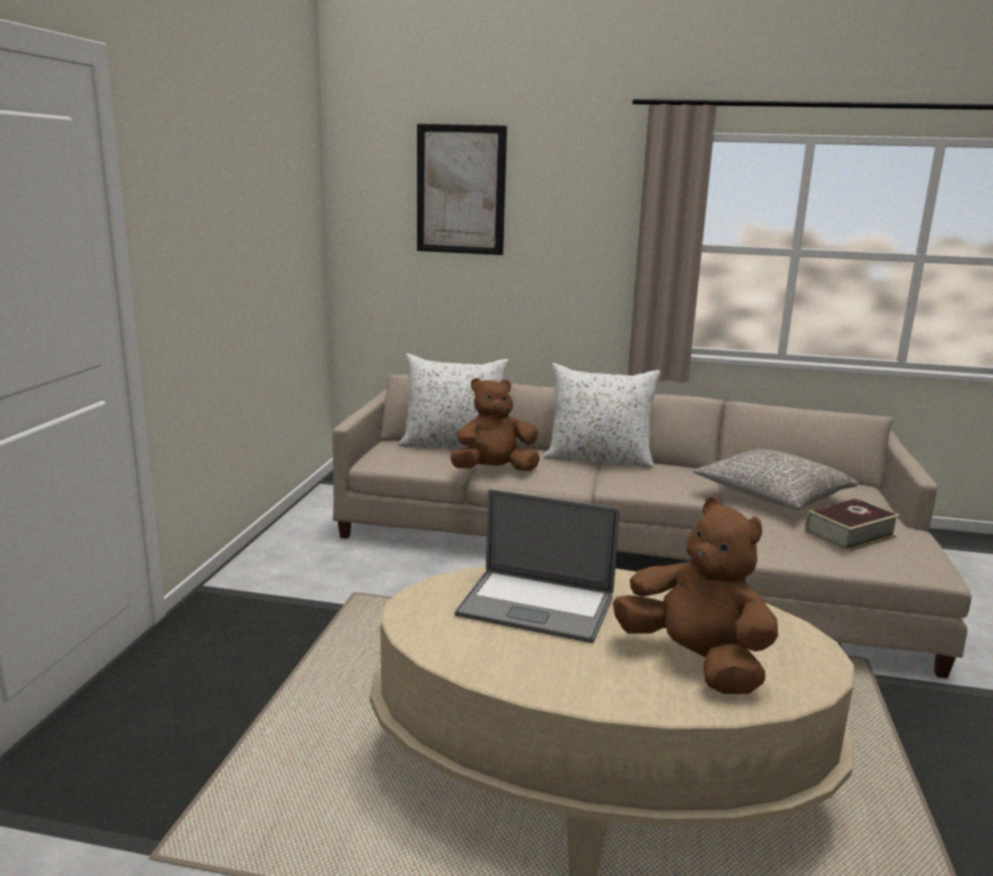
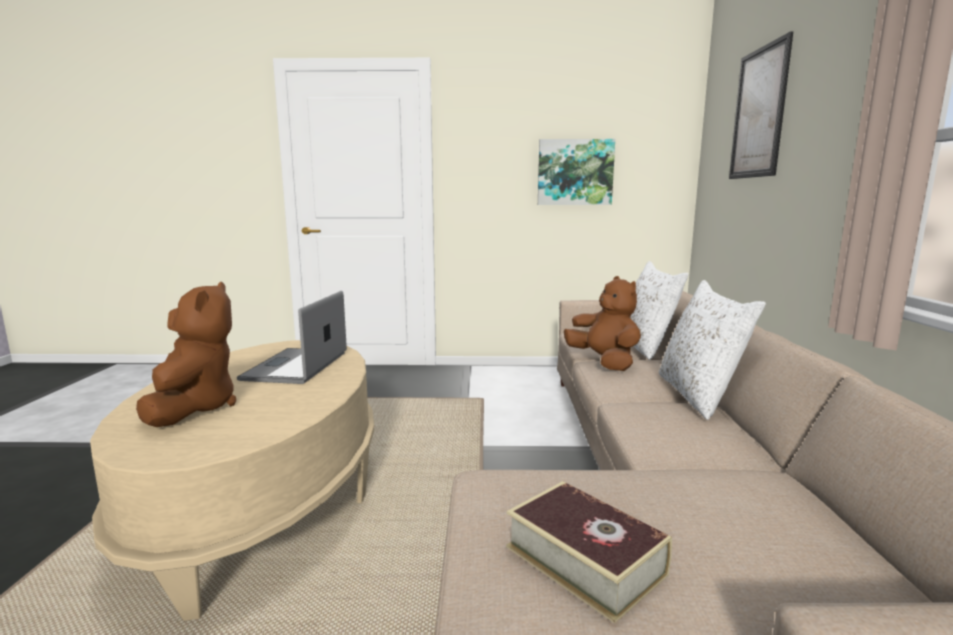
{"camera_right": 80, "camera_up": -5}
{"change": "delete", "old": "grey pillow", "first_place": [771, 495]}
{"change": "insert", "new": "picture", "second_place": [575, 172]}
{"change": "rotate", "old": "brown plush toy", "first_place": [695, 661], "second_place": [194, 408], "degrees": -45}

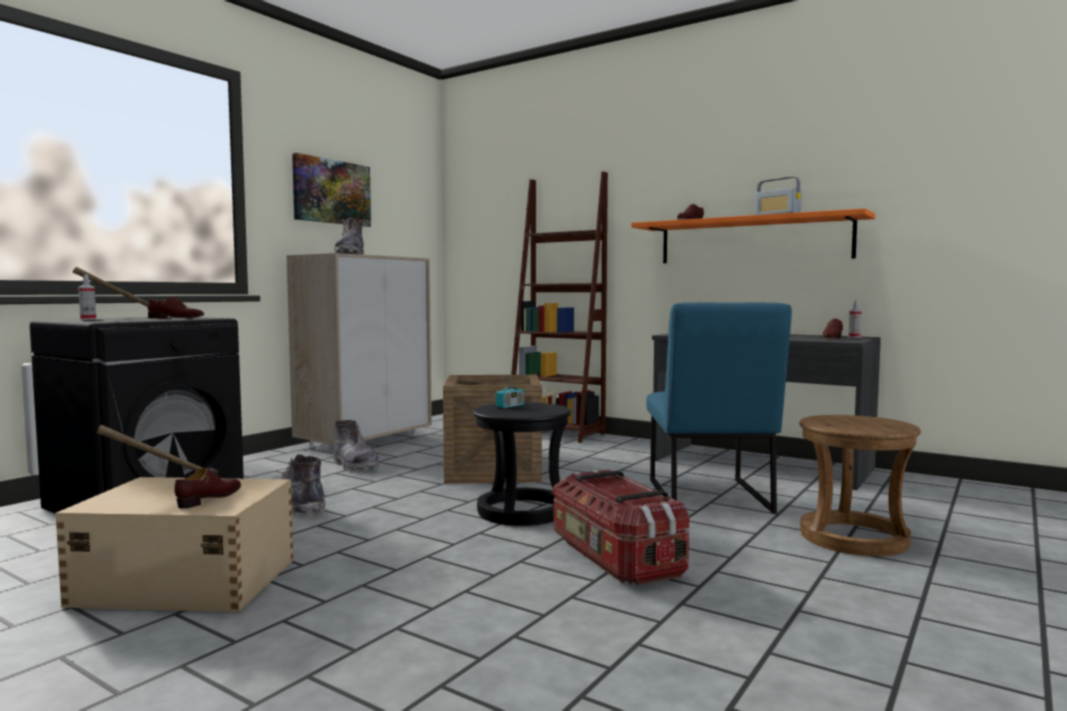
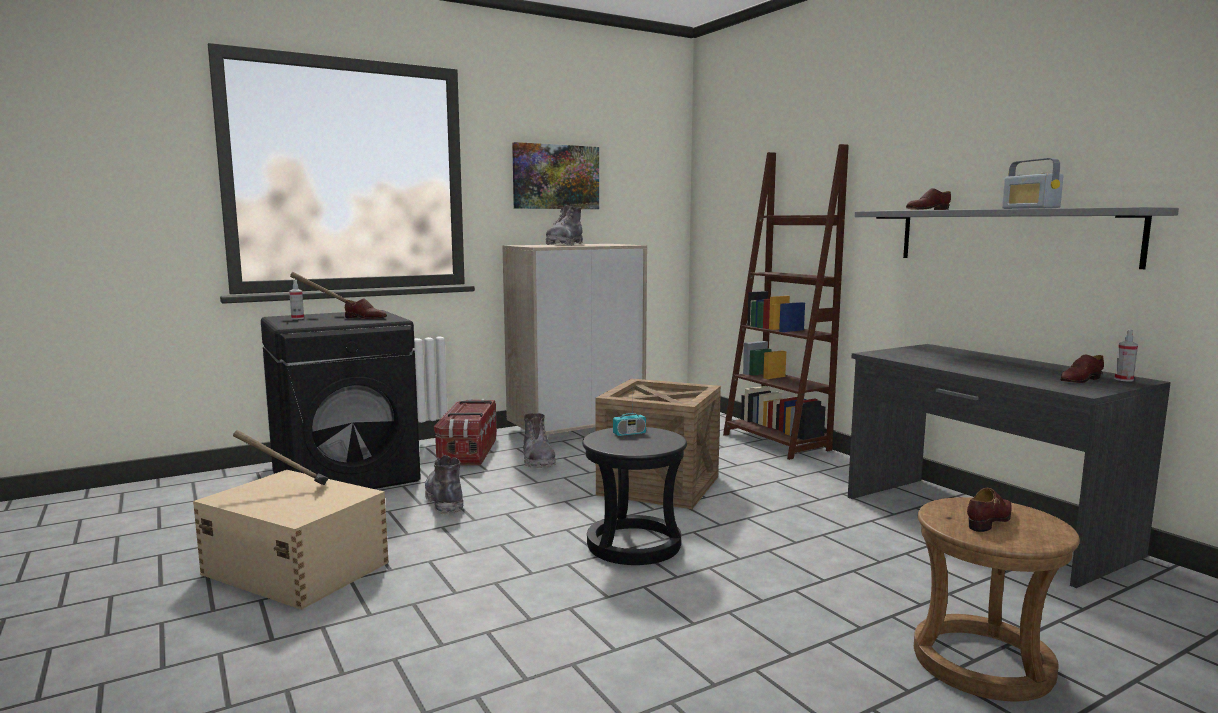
{"camera_right": 25, "camera_up": 5}
{"change": "delete", "old": "blue chair", "first_place": [708, 497]}
{"change": "move", "old": "brown shoe", "first_place": [210, 498], "second_place": [990, 520]}
{"change": "move", "old": "storage box", "first_place": [614, 557], "second_place": [468, 452]}
{"change": "recolor", "old": "orange shelf", "new": "grey shelf", "first_place": [753, 240], "second_place": [1010, 236]}

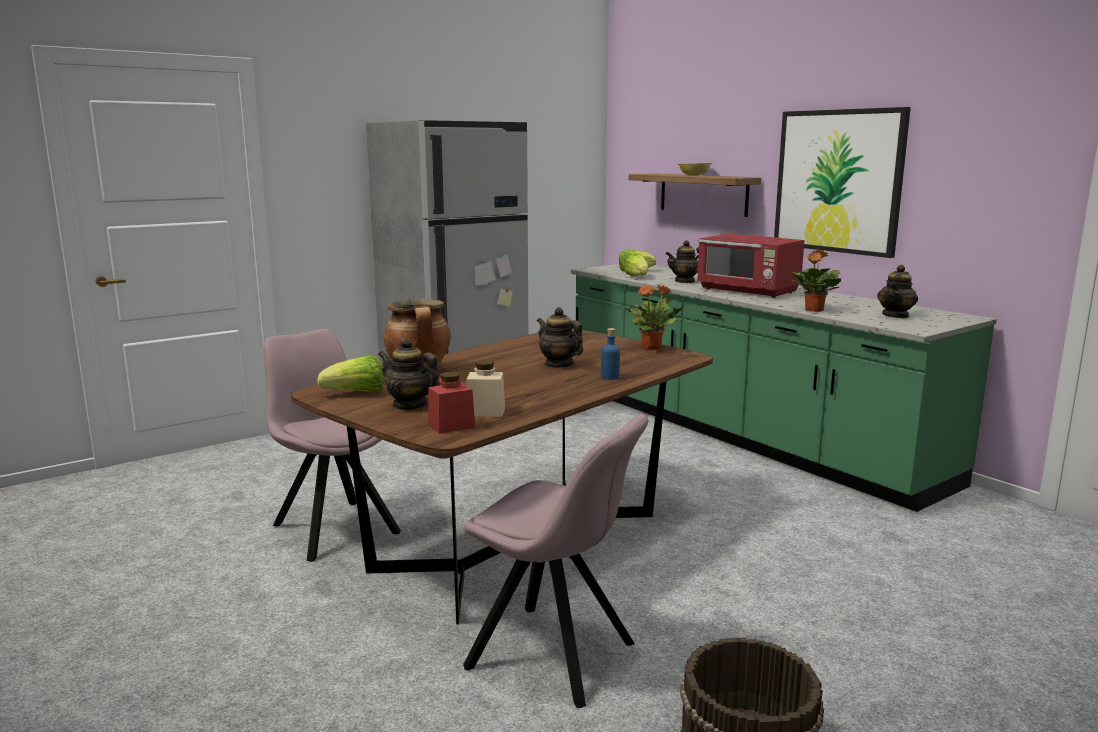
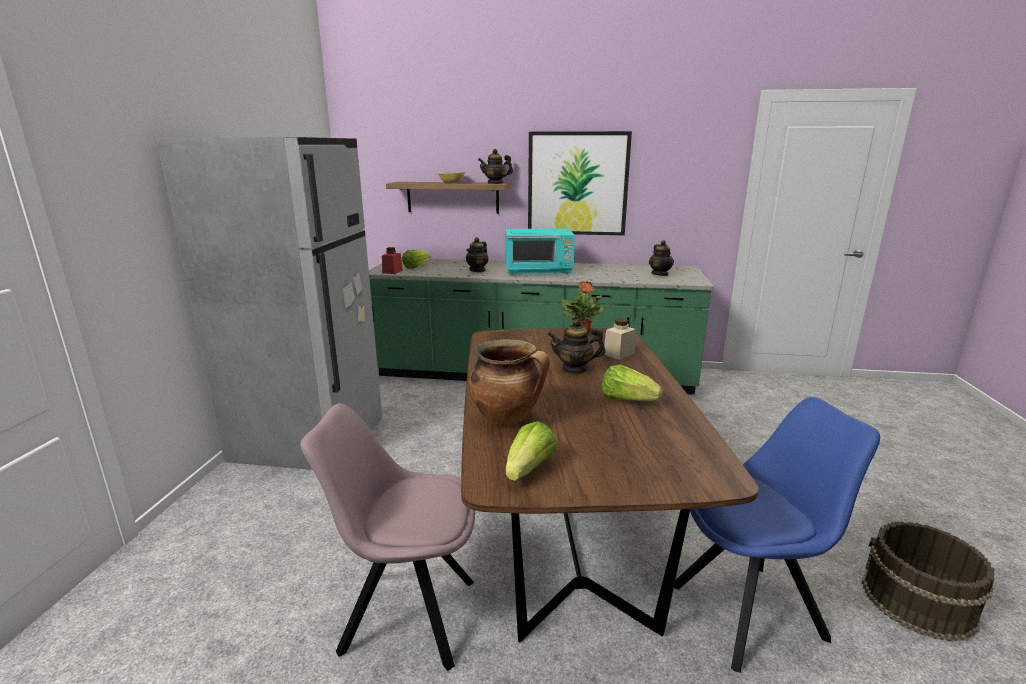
{"camera_right": -45, "camera_up": 5}
{"change": "delete", "old": "blue bottle", "first_place": [610, 377]}
{"change": "delete", "old": "potted plant", "first_place": [813, 310]}
{"change": "move", "old": "teapot", "first_place": [409, 405], "second_place": [495, 183]}
{"change": "move", "old": "red jar", "first_place": [451, 426], "second_place": [392, 271]}
{"change": "move", "old": "beige jar", "first_place": [485, 411], "second_place": [619, 354]}
{"change": "move", "old": "lettuce", "first_place": [637, 277], "second_place": [627, 400]}
{"change": "recolor", "old": "pink chair", "new": "blue chair", "first_place": [552, 655], "second_place": [749, 612]}
{"change": "recolor", "old": "red microwave", "new": "turquoise microwave", "first_place": [748, 291], "second_place": [539, 271]}

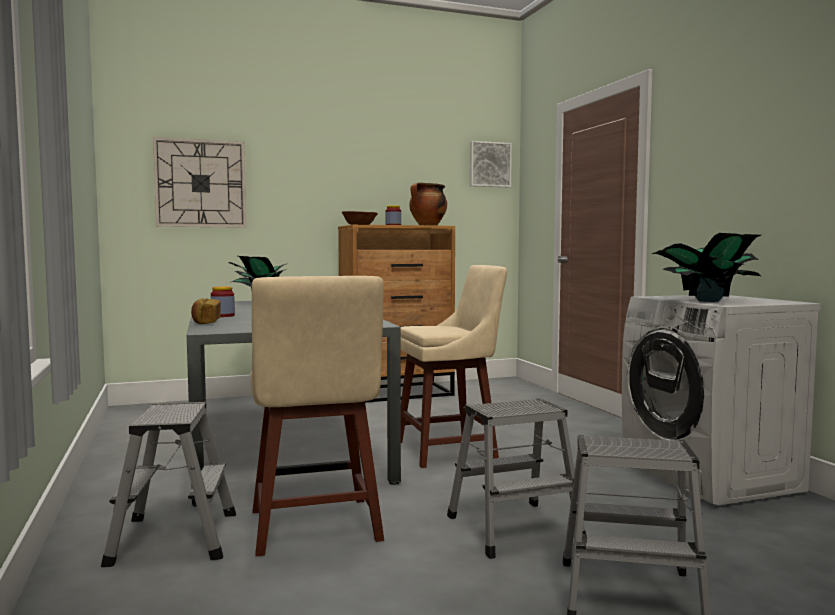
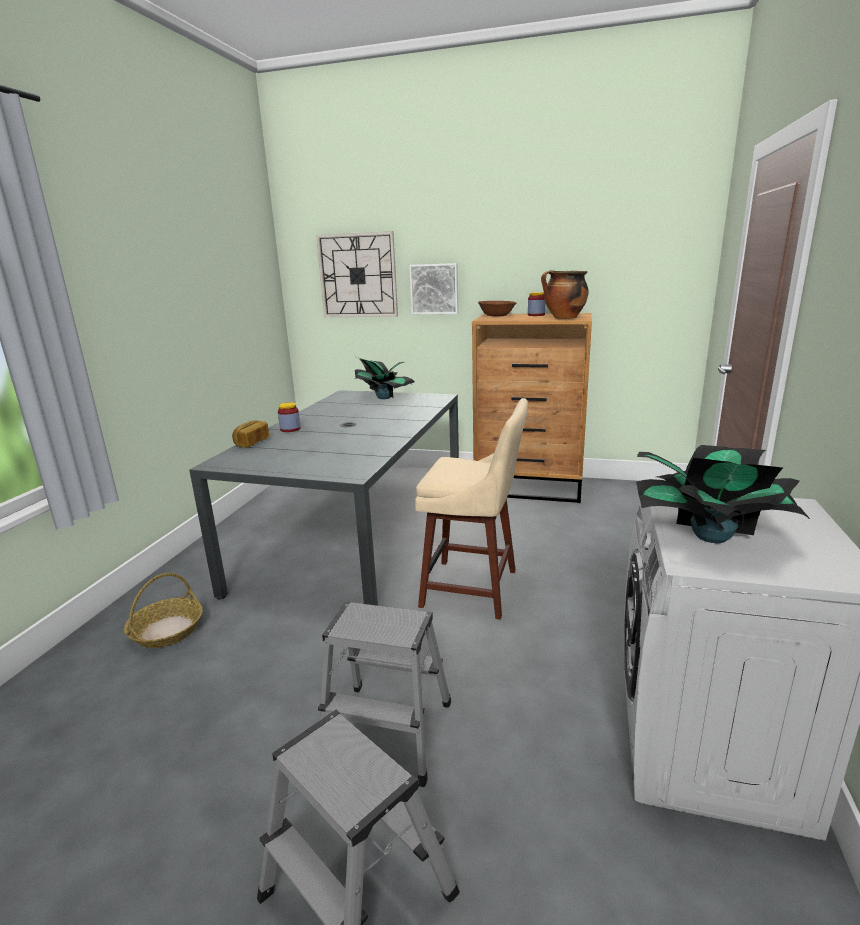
{"camera_right": 35, "camera_up": 15}
{"change": "delete", "old": "beige chair", "first_place": [315, 529]}
{"change": "move", "old": "picture", "first_place": [489, 164], "second_place": [434, 289]}
{"change": "replace", "old": "grey step ladder", "new": "basket", "first_place": [174, 537], "second_place": [167, 630]}

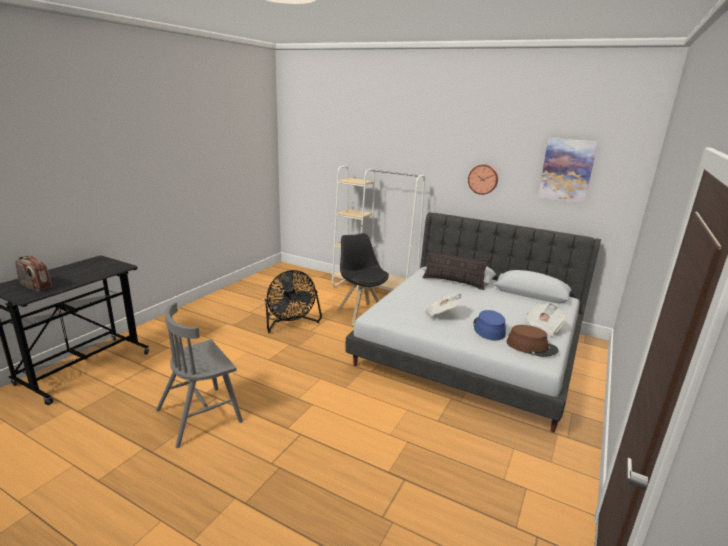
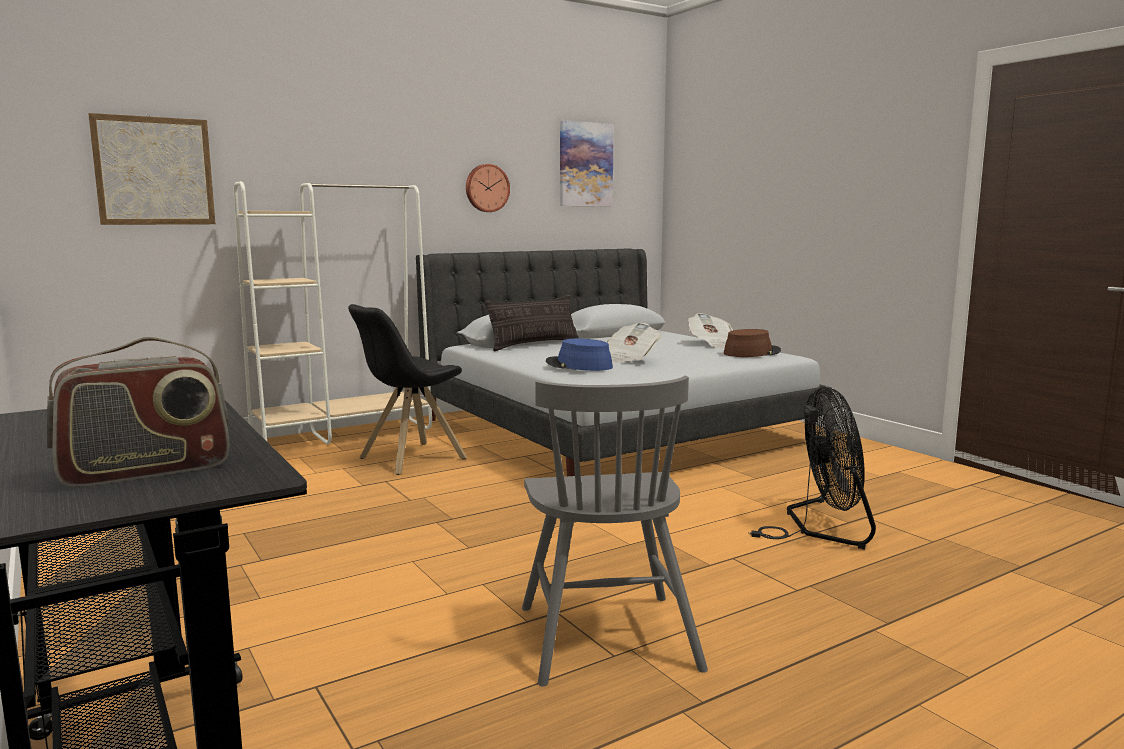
{"camera_right": -60, "camera_up": -10}
{"change": "insert", "new": "picture", "second_place": [154, 170]}
{"change": "move", "old": "black fan", "first_place": [288, 323], "second_place": [815, 525]}
{"change": "move", "old": "blue hat", "first_place": [488, 329], "second_place": [578, 365]}
{"change": "rotate", "old": "black chair", "first_place": [361, 314], "second_place": [411, 458], "degrees": -45}

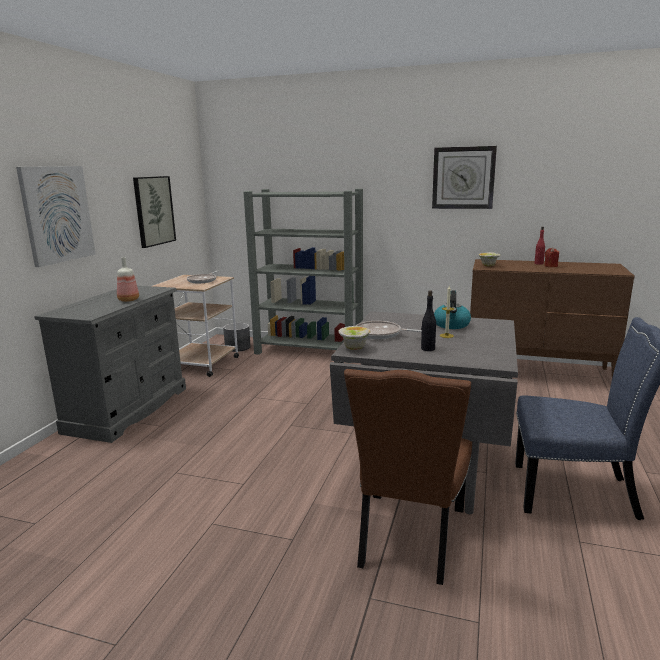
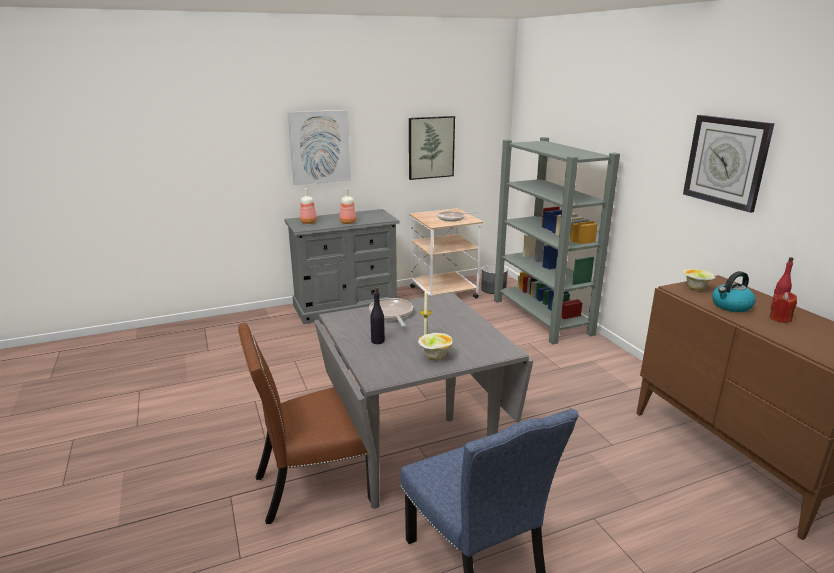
{"camera_right": 50, "camera_up": 5}
{"change": "insert", "new": "bottle", "second_place": [309, 222]}
{"change": "move", "old": "bowl", "first_place": [353, 348], "second_place": [435, 357]}
{"change": "move", "old": "kettle", "first_place": [451, 325], "second_place": [731, 306]}

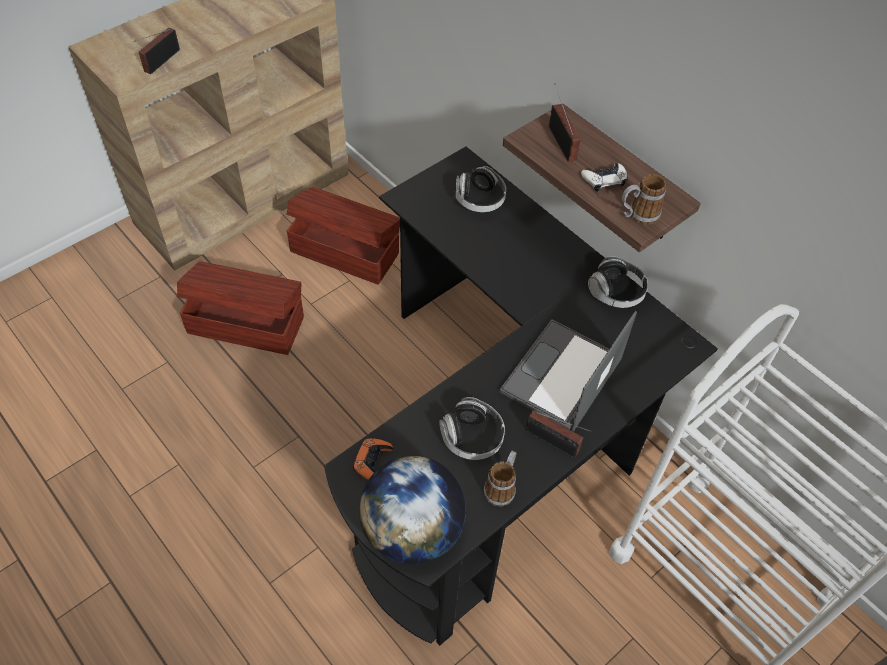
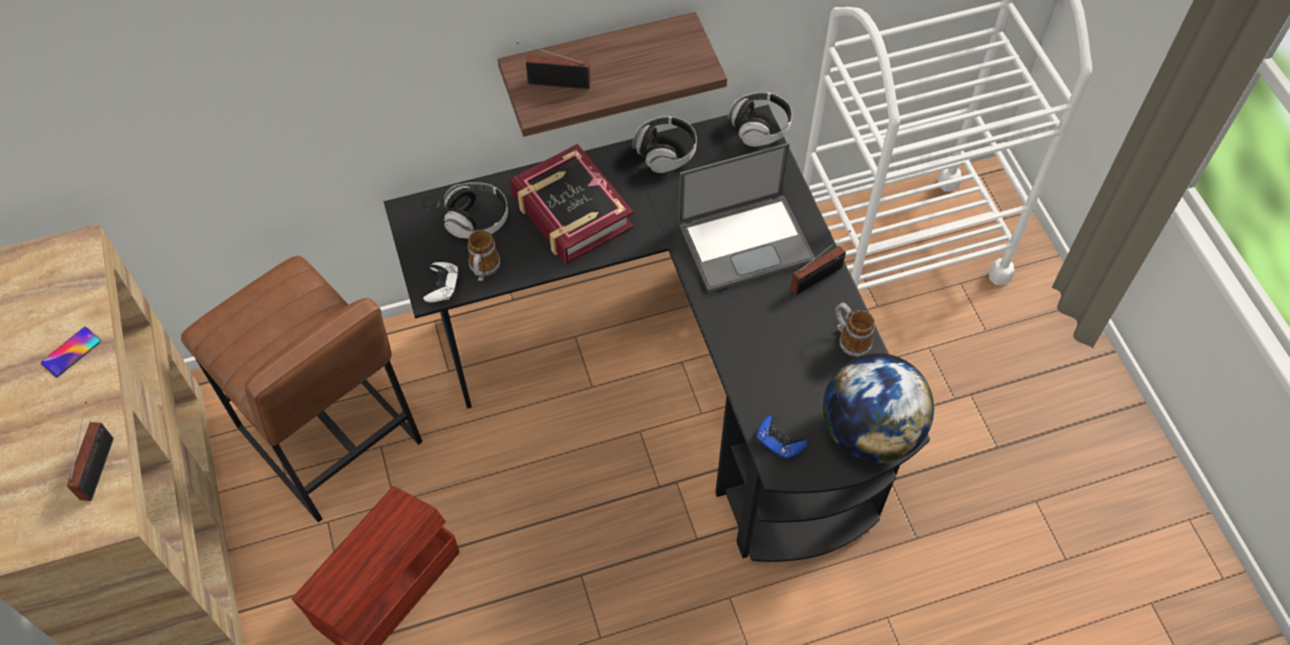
{"camera_right": -65, "camera_up": 5}
{"change": "insert", "new": "phone", "second_place": [71, 352]}
{"change": "insert", "new": "book", "second_place": [571, 212]}
{"change": "move", "old": "headphones", "first_place": [472, 437], "second_place": [760, 127]}
{"change": "move", "old": "white game controller", "first_place": [604, 179], "second_place": [442, 285]}
{"change": "move", "old": "mug", "first_place": [638, 215], "second_place": [483, 270]}
{"change": "replace", "old": "brown storage box", "new": "brown chair", "first_place": [344, 251], "second_place": [330, 436]}
{"change": "recolor", "old": "orange game controller", "new": "blue game controller", "first_place": [372, 461], "second_place": [779, 441]}
{"change": "rotate", "old": "radio", "first_place": [160, 62], "second_place": [99, 465], "degrees": -135}
{"change": "rotate", "old": "laptop", "first_place": [561, 376], "second_place": [746, 241], "degrees": -75}

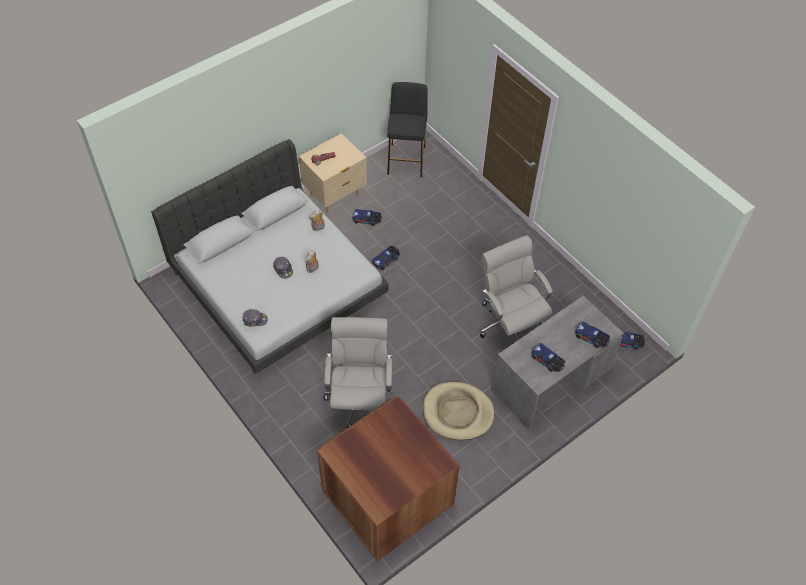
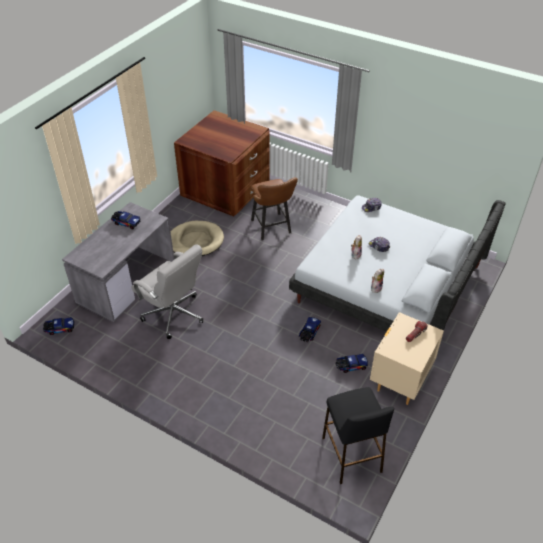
{"camera_right": 160, "camera_up": -10}
{"change": "delete", "old": "toy truck", "first_place": [591, 338]}
{"change": "replace", "old": "grey office chair", "new": "brown stool", "first_place": [359, 398], "second_place": [272, 230]}

